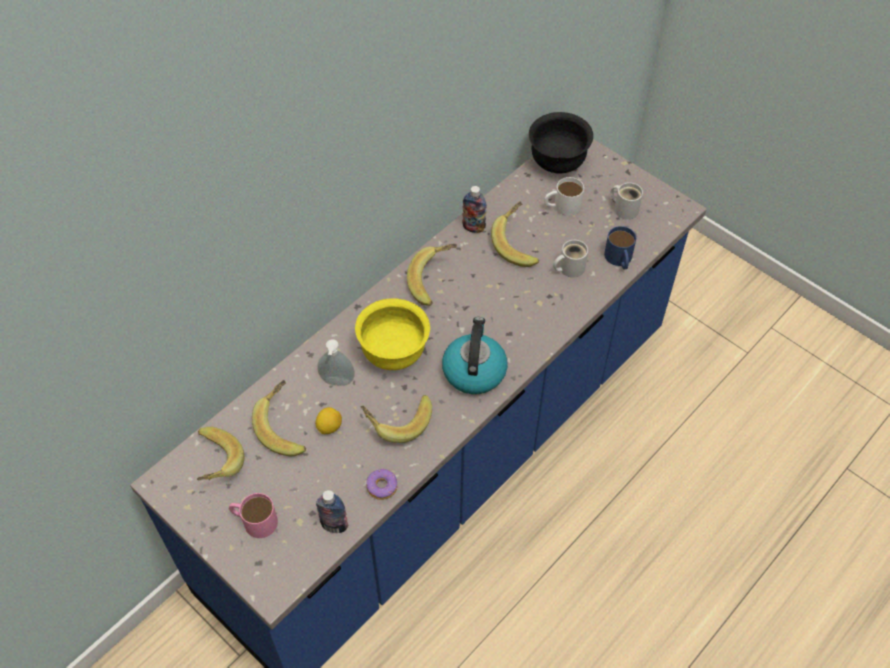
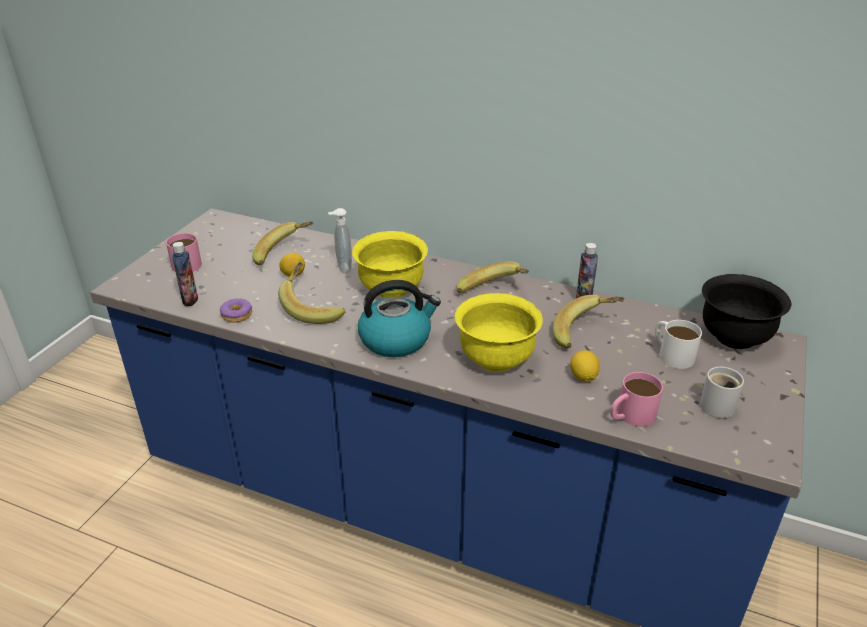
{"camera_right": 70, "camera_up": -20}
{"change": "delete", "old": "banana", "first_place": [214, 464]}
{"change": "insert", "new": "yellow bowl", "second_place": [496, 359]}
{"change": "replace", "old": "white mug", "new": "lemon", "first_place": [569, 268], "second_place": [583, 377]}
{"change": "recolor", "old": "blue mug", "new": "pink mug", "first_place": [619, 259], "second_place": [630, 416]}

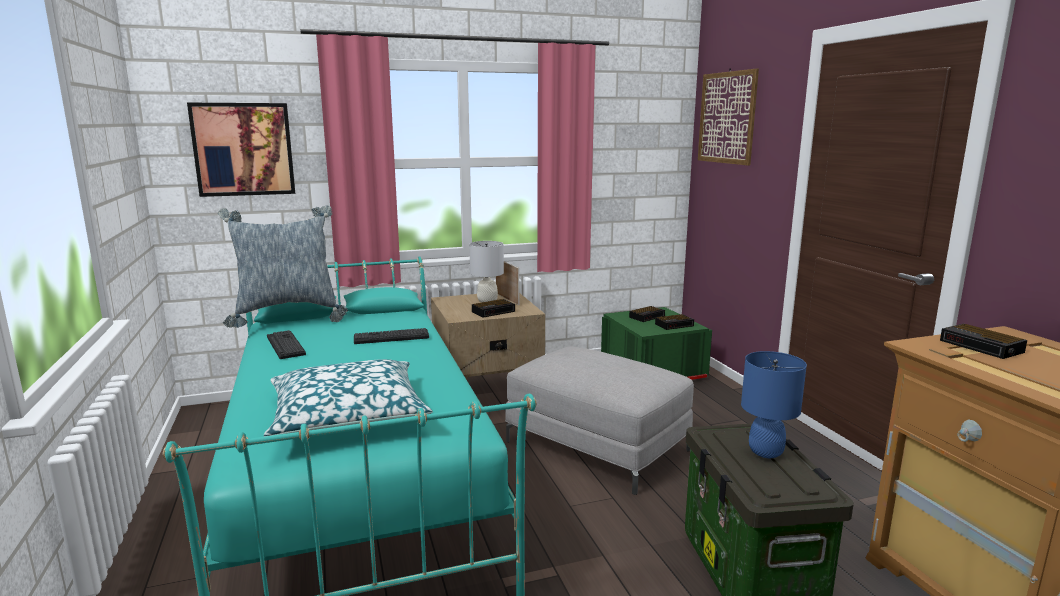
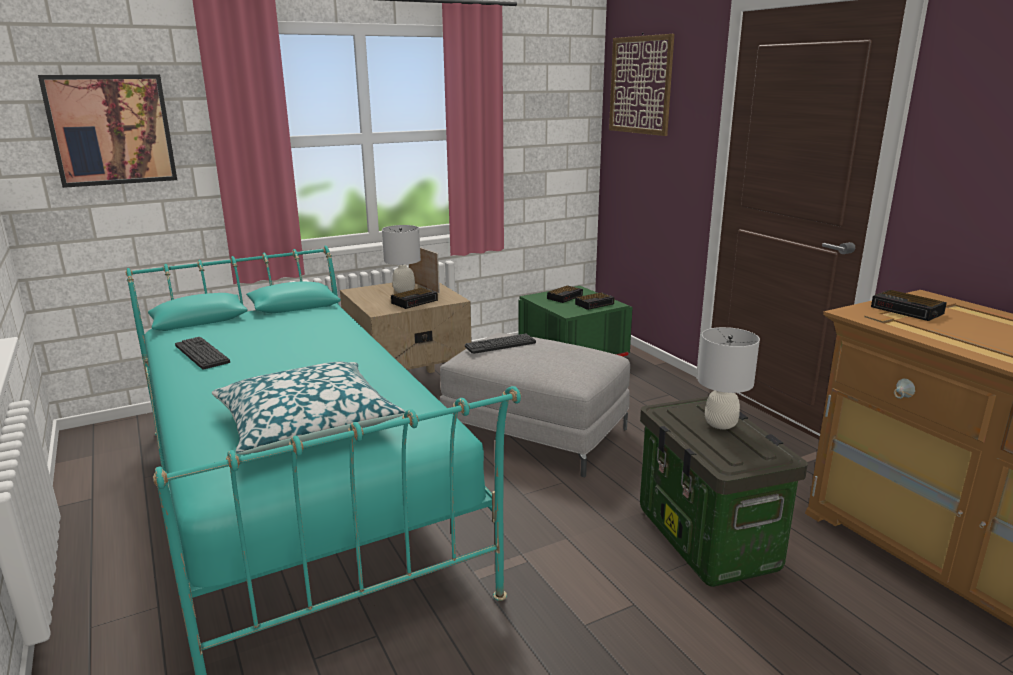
{"camera_right": -10, "camera_up": 5}
{"change": "delete", "old": "pillow", "first_place": [287, 321]}
{"change": "move", "old": "keyboard", "first_place": [391, 337], "second_place": [500, 344]}
{"change": "recolor", "old": "blue table lamp", "new": "grey table lamp", "first_place": [766, 454], "second_place": [721, 425]}

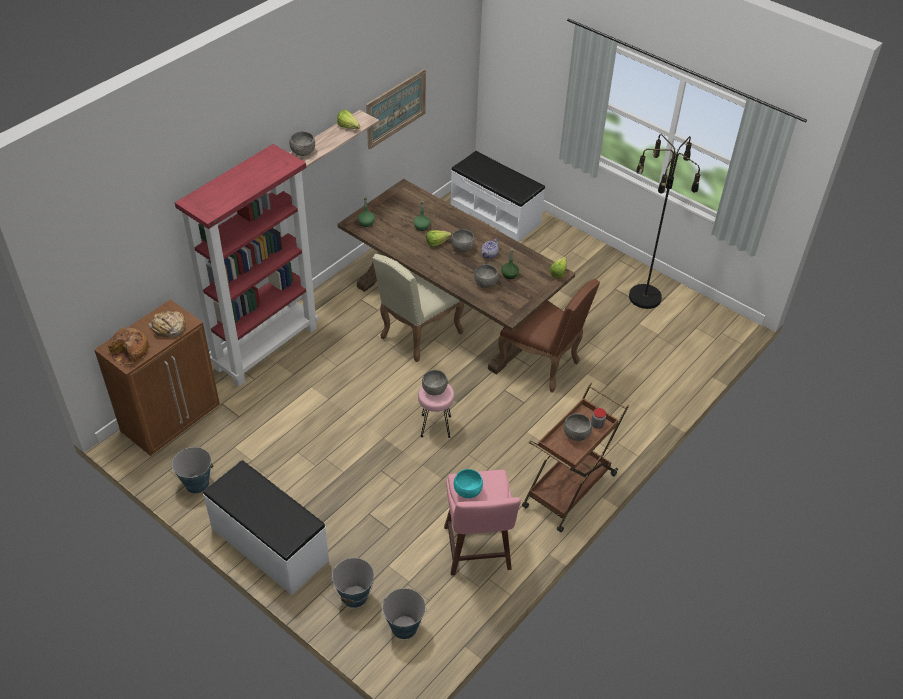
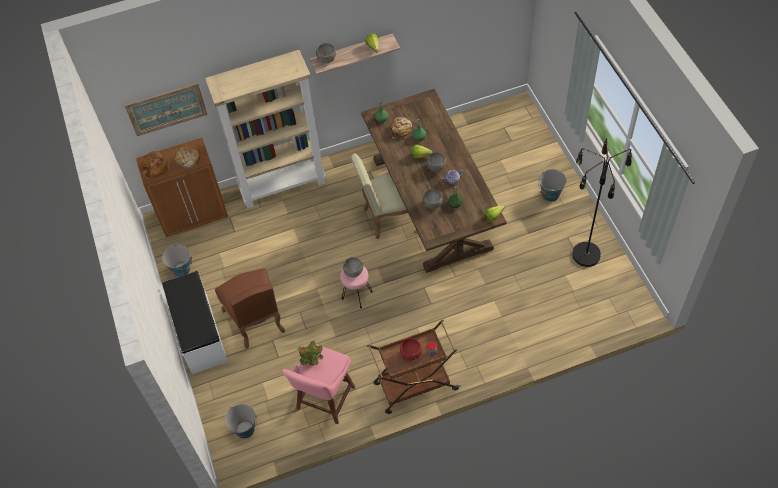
{"camera_right": 35, "camera_up": 10}
{"change": "delete", "old": "white bench", "first_place": [495, 214]}
{"change": "insert", "new": "bread", "second_place": [401, 130]}
{"change": "move", "old": "bucket", "first_place": [355, 596], "second_place": [550, 195]}
{"change": "move", "old": "picture", "first_place": [396, 108], "second_place": [166, 109]}
{"change": "move", "old": "brown chair", "first_place": [541, 365], "second_place": [256, 321]}
{"change": "replace", "old": "turquoise bowl", "new": "potted plant", "first_place": [468, 492], "second_place": [313, 361]}
{"change": "recolor", "old": "red bookcase", "new": "beige bookcase", "first_place": [266, 347], "second_place": [283, 185]}
{"change": "recolor", "old": "grey bowl", "new": "red bowl", "first_place": [576, 435], "second_place": [411, 354]}

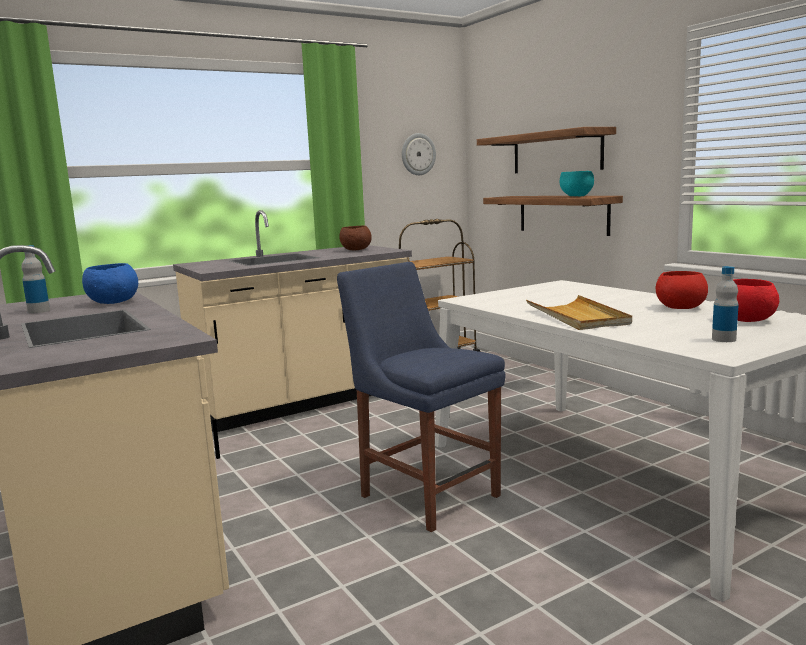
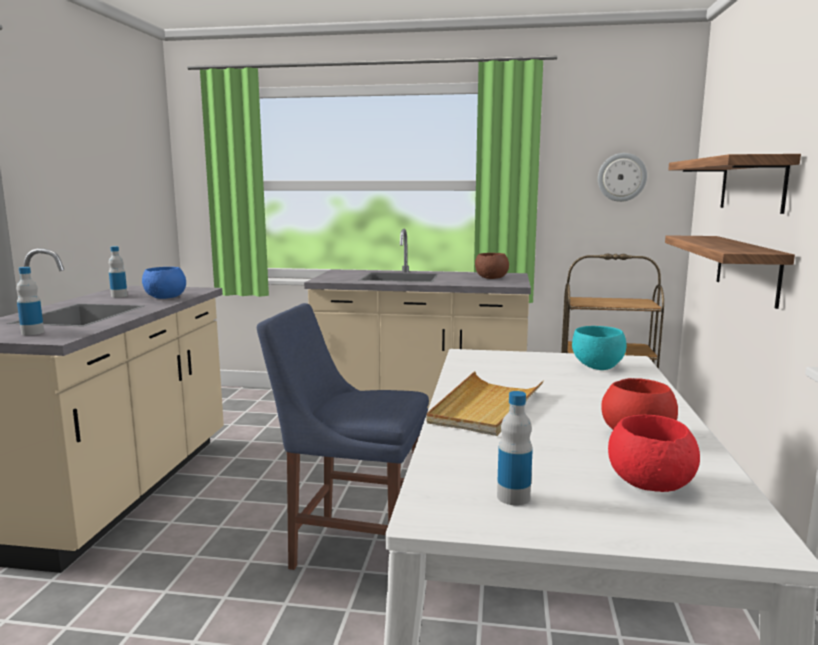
{"camera_right": 40, "camera_up": 0}
{"change": "insert", "new": "bottle", "second_place": [32, 333]}
{"change": "move", "old": "turquoise bowl", "first_place": [577, 196], "second_place": [598, 367]}
{"change": "rotate", "old": "blue chair", "first_place": [425, 493], "second_place": [351, 546], "degrees": -75}

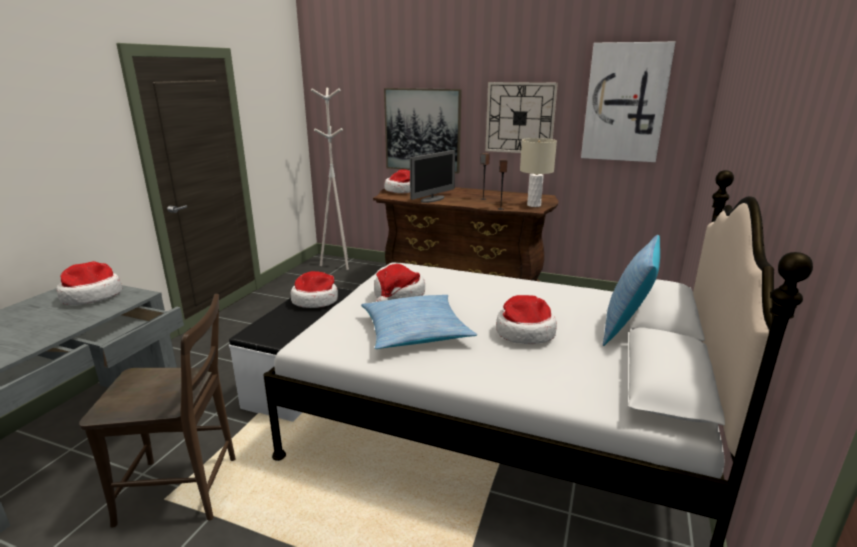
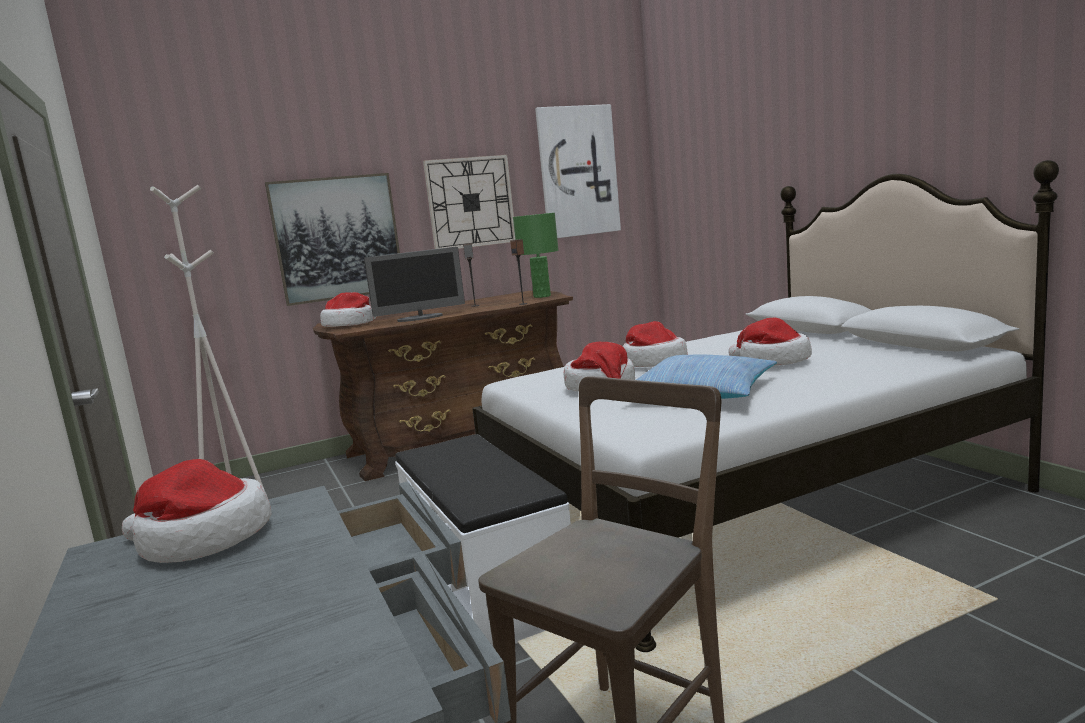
{"camera_right": -45, "camera_up": -10}
{"change": "delete", "old": "pillow", "first_place": [626, 328]}
{"change": "move", "old": "hat", "first_place": [316, 300], "second_place": [653, 362]}
{"change": "recolor", "old": "beige table lamp", "new": "green table lamp", "first_place": [533, 205], "second_place": [541, 296]}
{"change": "rotate", "old": "monitor", "first_place": [432, 199], "second_place": [420, 318], "degrees": 75}

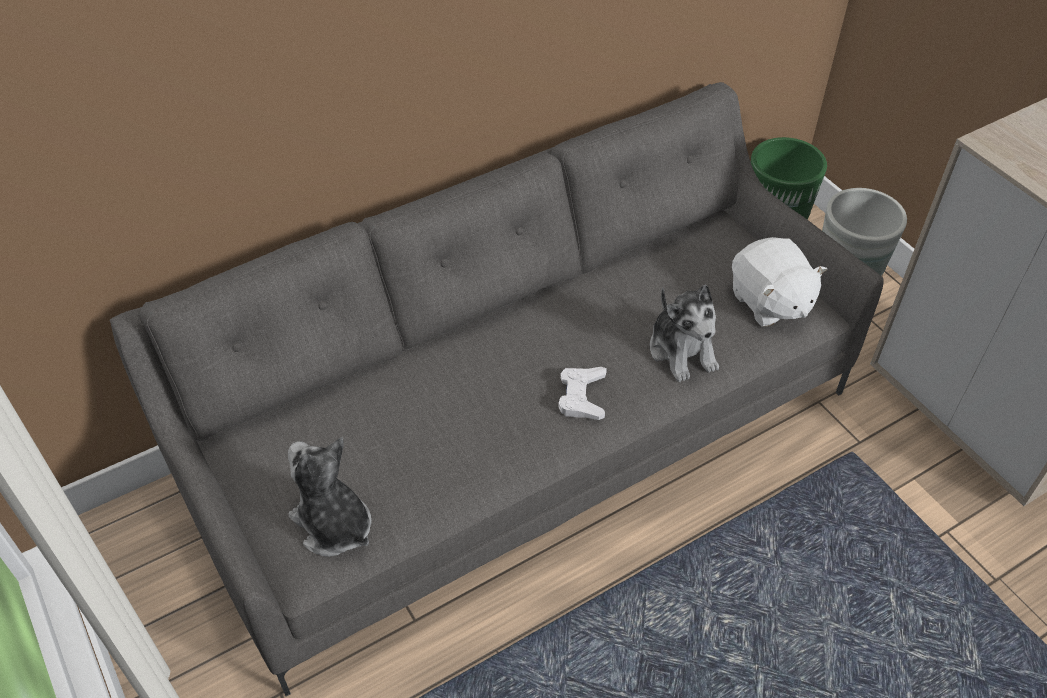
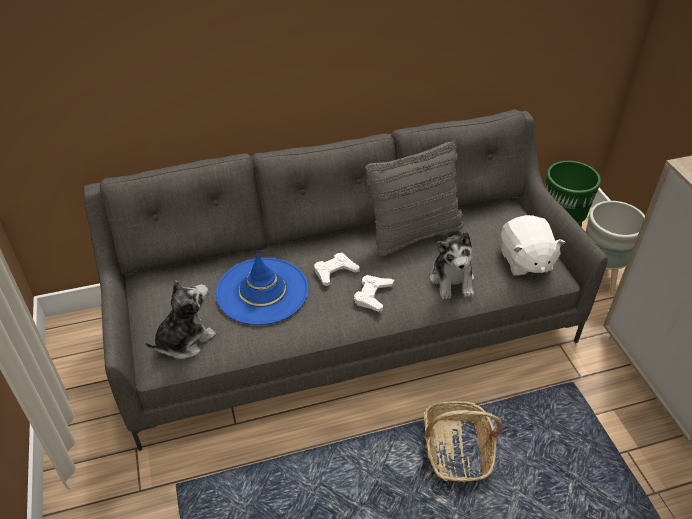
{"camera_right": 15, "camera_up": -5}
{"change": "insert", "new": "blue hat", "second_place": [262, 291]}
{"change": "insert", "new": "white game controller", "second_place": [335, 272]}
{"change": "insert", "new": "grey pillow", "second_place": [413, 234]}
{"change": "insert", "new": "basket", "second_place": [456, 450]}
{"change": "rotate", "old": "plush toy", "first_place": [333, 525], "second_place": [184, 340], "degrees": 75}

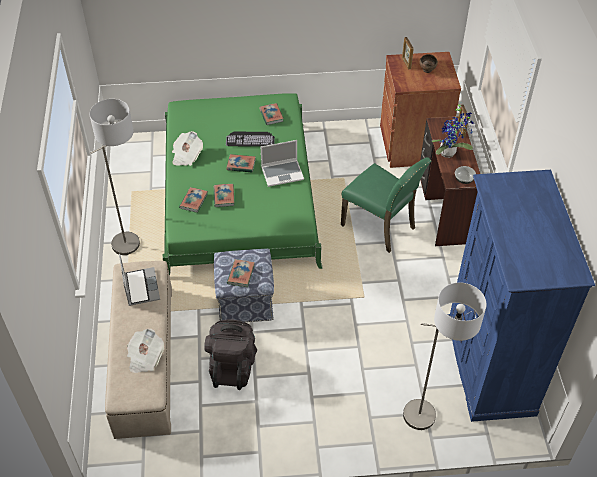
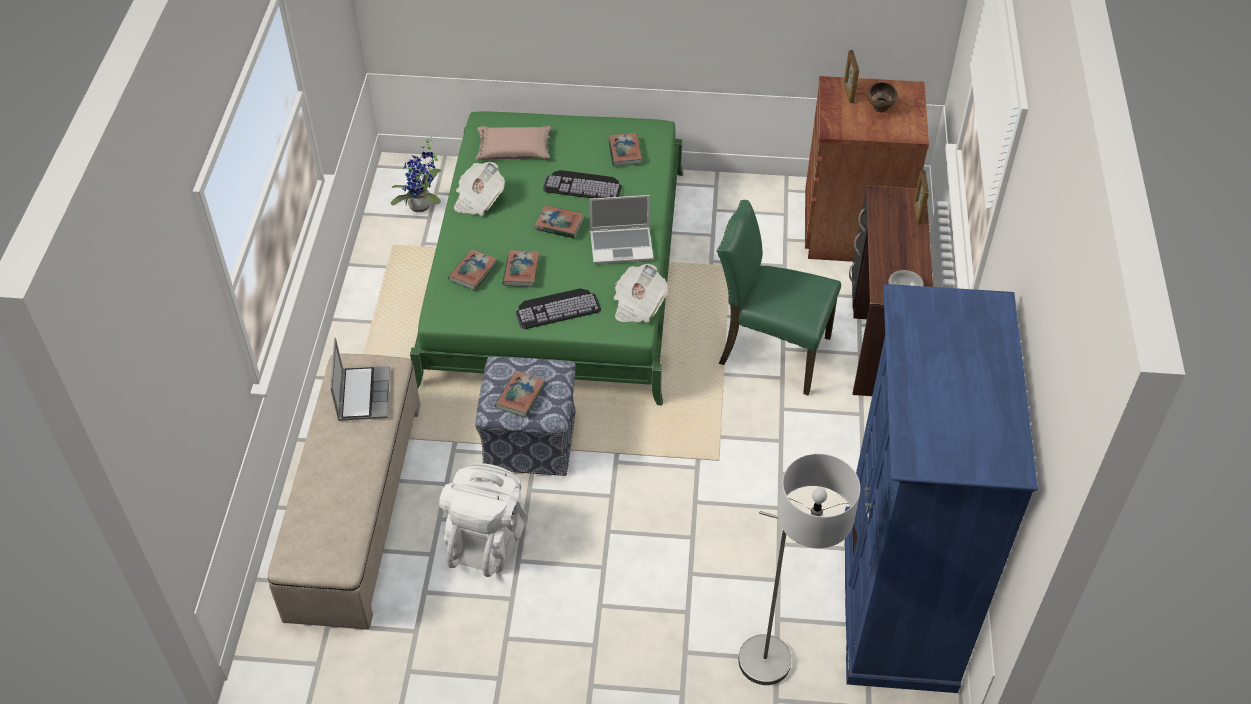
{"camera_right": 10, "camera_up": 0}
{"change": "delete", "old": "grey floor lamp", "first_place": [133, 240]}
{"change": "insert", "new": "beige pillow", "second_place": [513, 147]}
{"change": "insert", "new": "keyboard", "second_place": [557, 307]}
{"change": "move", "old": "newspaper", "first_place": [145, 358], "second_place": [637, 305]}
{"change": "move", "old": "potted plant", "first_place": [449, 153], "second_place": [423, 206]}
{"change": "recolor", "old": "black backpack", "new": "white backpack", "first_place": [232, 367], "second_place": [487, 539]}
{"change": "rotate", "old": "green chair", "first_place": [380, 226], "second_place": [771, 351], "degrees": 150}

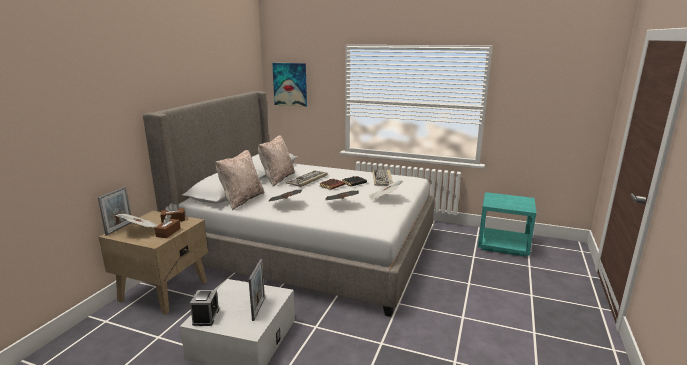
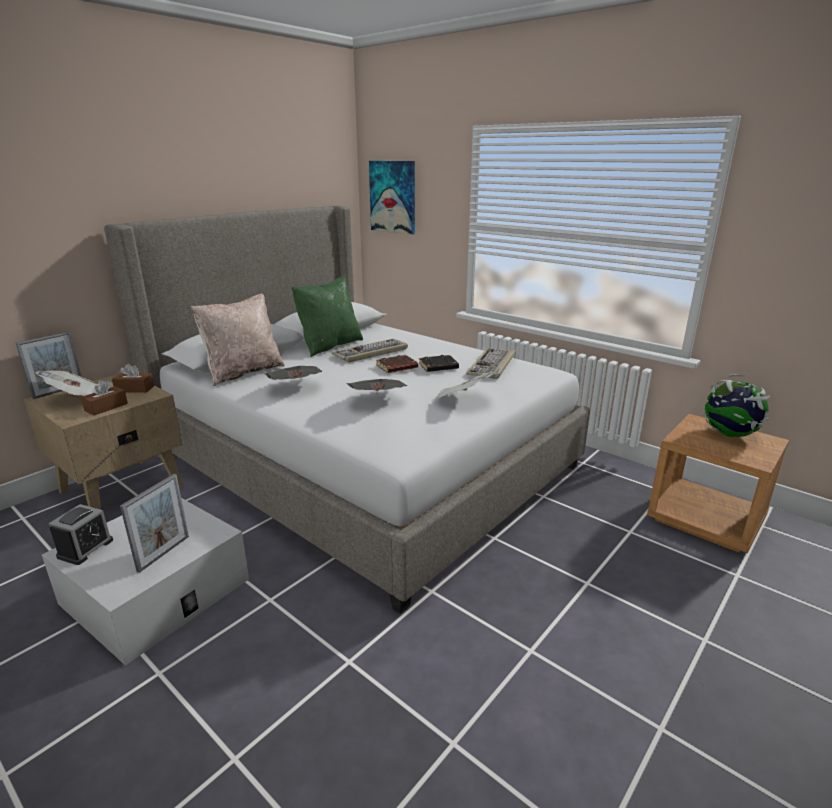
{"camera_right": 20, "camera_up": 5}
{"change": "insert", "new": "globe", "second_place": [729, 434]}
{"change": "recolor", "old": "beige pillow", "new": "green pillow", "first_place": [277, 179], "second_place": [329, 346]}
{"change": "recolor", "old": "turquoise nightstand", "new": "brown nightstand", "first_place": [503, 245], "second_place": [706, 520]}

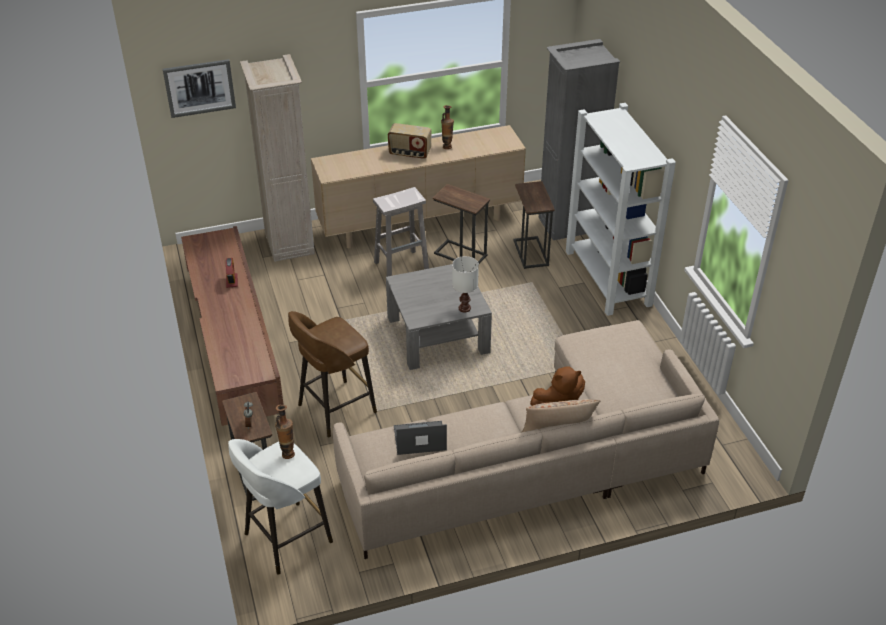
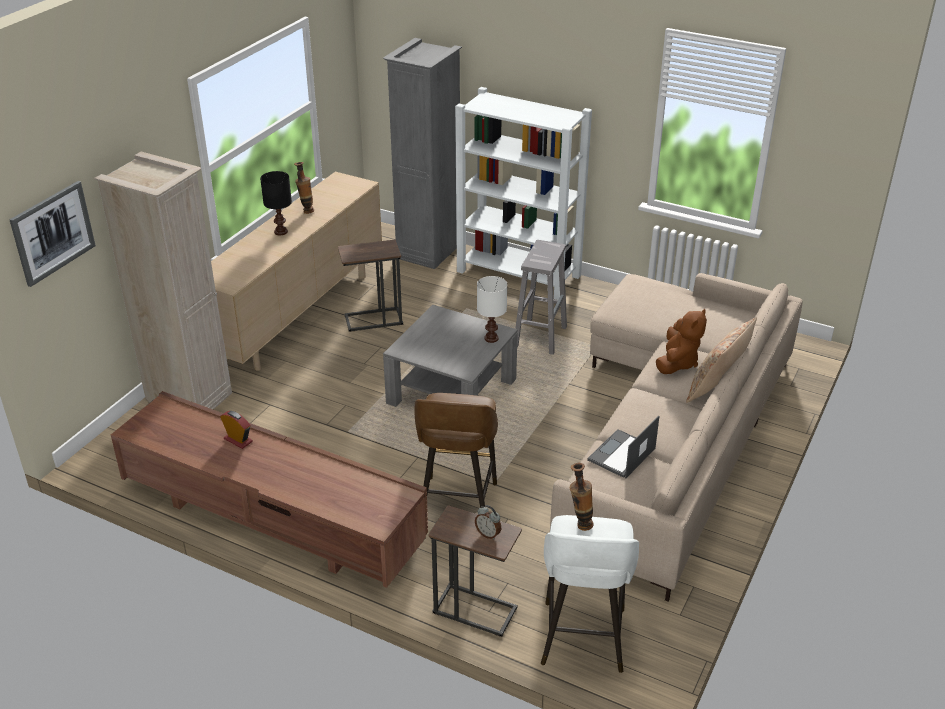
{"camera_right": -45, "camera_up": -5}
{"change": "delete", "old": "brown side table", "first_place": [531, 253]}
{"change": "move", "old": "white stool", "first_place": [402, 265], "second_place": [540, 336]}
{"change": "replace", "old": "radio", "new": "black table lamp", "first_place": [409, 153], "second_place": [280, 231]}

